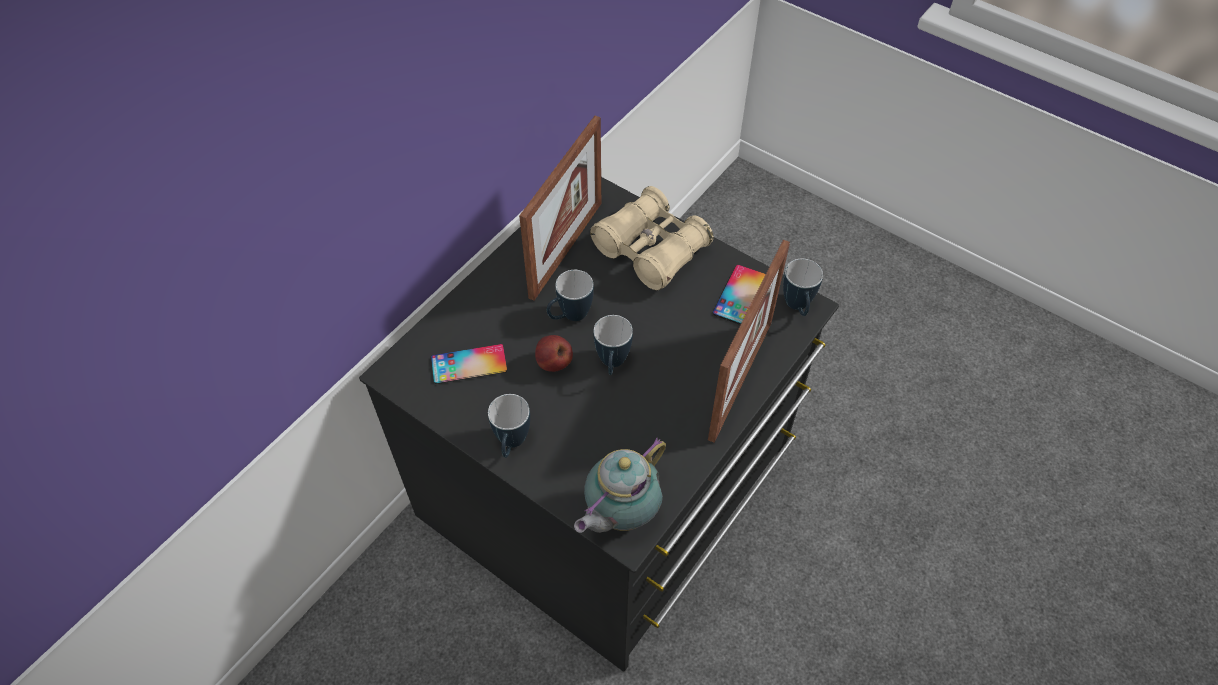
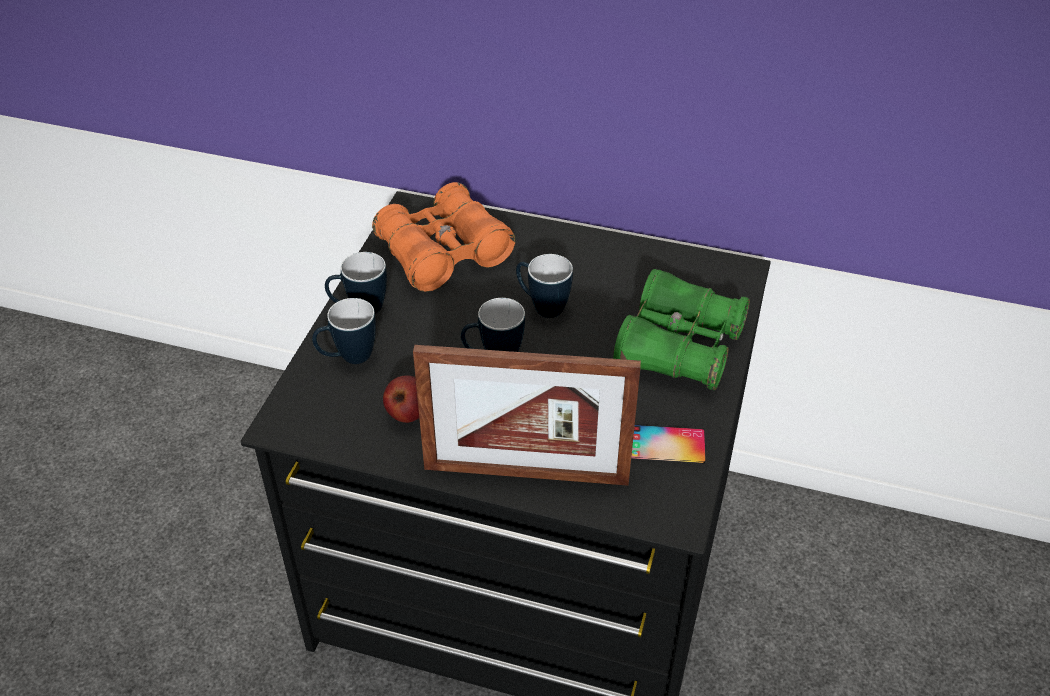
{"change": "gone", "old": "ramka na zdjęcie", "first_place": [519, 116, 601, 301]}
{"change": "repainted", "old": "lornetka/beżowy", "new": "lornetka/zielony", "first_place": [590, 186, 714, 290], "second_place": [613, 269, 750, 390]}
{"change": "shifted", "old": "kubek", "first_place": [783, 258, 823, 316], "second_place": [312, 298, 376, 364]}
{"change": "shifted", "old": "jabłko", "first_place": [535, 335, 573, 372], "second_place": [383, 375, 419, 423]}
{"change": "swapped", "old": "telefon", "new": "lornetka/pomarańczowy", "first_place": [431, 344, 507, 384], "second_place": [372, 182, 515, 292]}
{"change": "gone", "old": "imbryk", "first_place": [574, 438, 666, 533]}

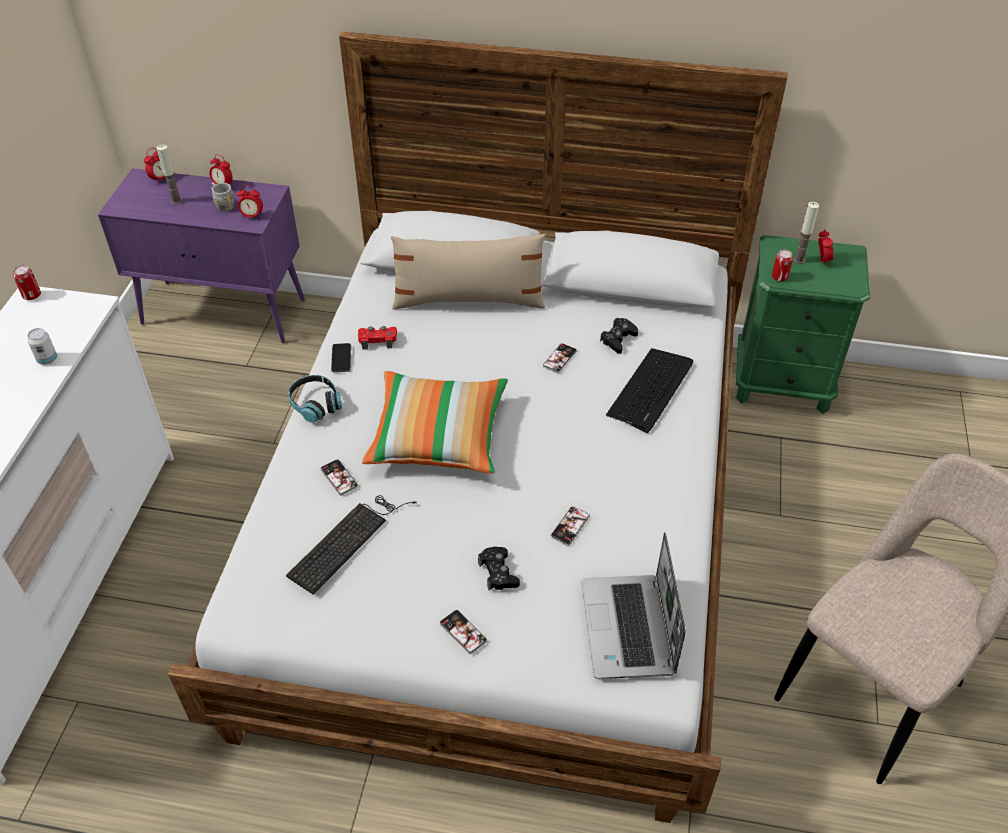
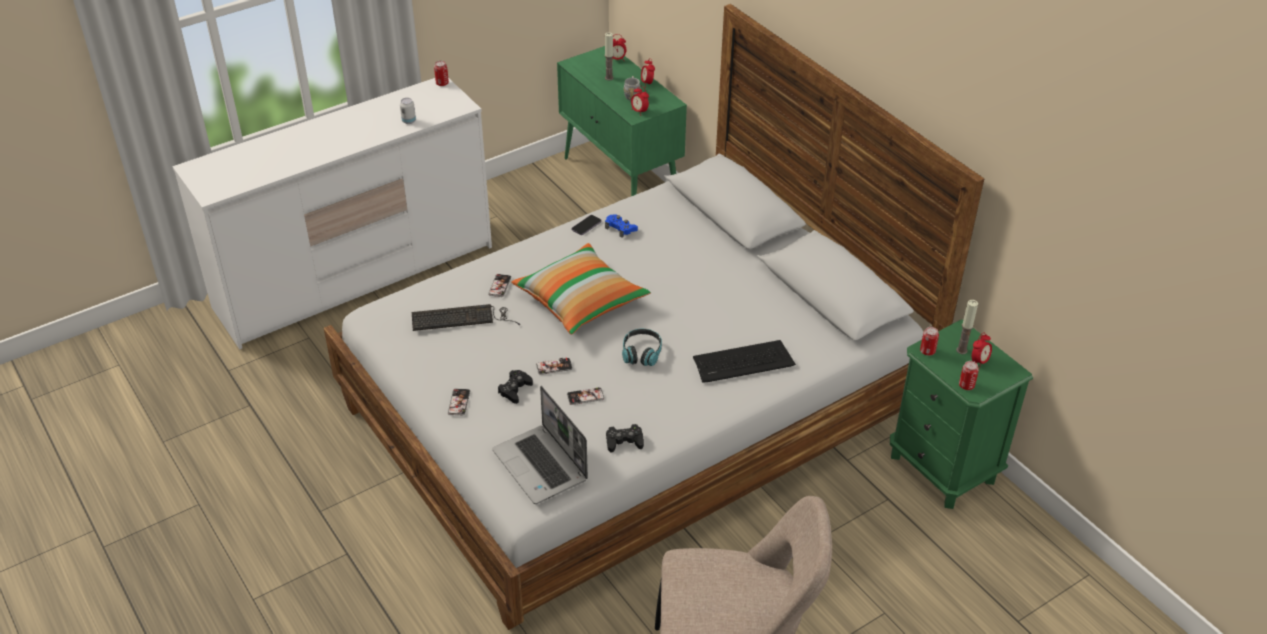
{"change": "repainted", "old": "szafka/fioletowy", "new": "szafka/zielony", "first_place": [98, 169, 305, 343], "second_place": [557, 46, 687, 196]}
{"change": "gone", "old": "poduszka/beżowy", "first_place": [391, 234, 546, 310]}
{"change": "shifted", "old": "pad do gier/czarny", "first_place": [600, 318, 638, 354], "second_place": [606, 424, 644, 452]}
{"change": "repainted", "old": "pad do gier/czerwony", "new": "pad do gier/niebieski", "first_place": [358, 326, 397, 349], "second_place": [605, 214, 638, 238]}
{"change": "shifted", "old": "telefon", "first_place": [543, 343, 577, 373], "second_place": [536, 357, 573, 375]}
{"change": "shifted", "old": "słuchawki", "first_place": [288, 375, 342, 423], "second_place": [622, 329, 662, 366]}
{"change": "rotated", "old": "laptop", "first_place": [582, 532, 686, 679], "second_place": [492, 386, 588, 504], "degrees": -75}
{"change": "new", "new": "puszka", "second_place": [959, 361, 979, 390]}

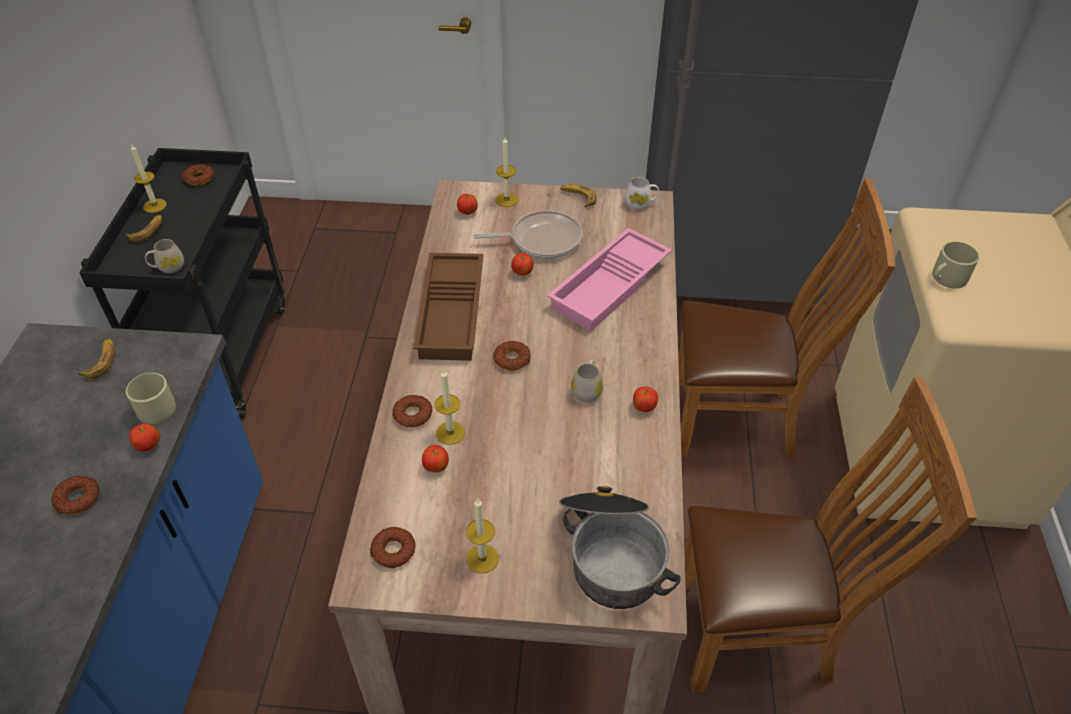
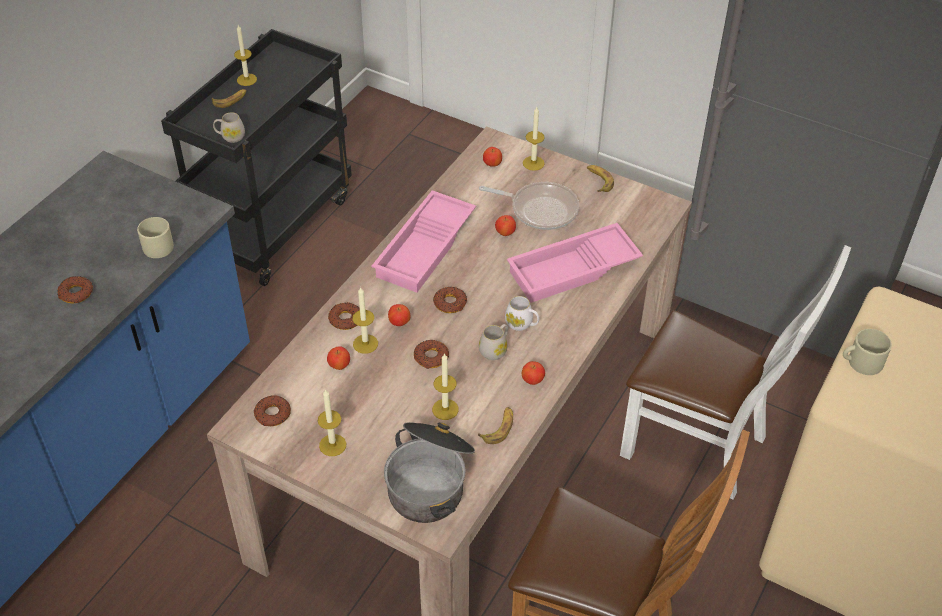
{"change": "shifted", "old": "donut", "first_place": [183, 164, 214, 185], "second_place": [414, 340, 449, 369]}
{"change": "shifted", "old": "kubek/biały", "first_place": [625, 177, 659, 210], "second_place": [505, 296, 539, 331]}
{"change": "repainted", "old": "krzesło/brązowy", "new": "krzesło/biały", "first_place": [678, 178, 895, 458], "second_place": [620, 245, 851, 499]}
{"change": "repainted", "old": "taca/brązowy", "new": "taca/różowy", "first_place": [414, 253, 484, 361], "second_place": [372, 190, 476, 293]}
{"change": "shifted", "old": "banan", "first_place": [78, 339, 115, 379], "second_place": [478, 407, 513, 444]}
{"change": "shifted", "old": "jabłko", "first_place": [129, 423, 160, 451], "second_place": [388, 304, 411, 326]}
{"change": "new", "new": "świeca", "second_place": [432, 353, 459, 420]}

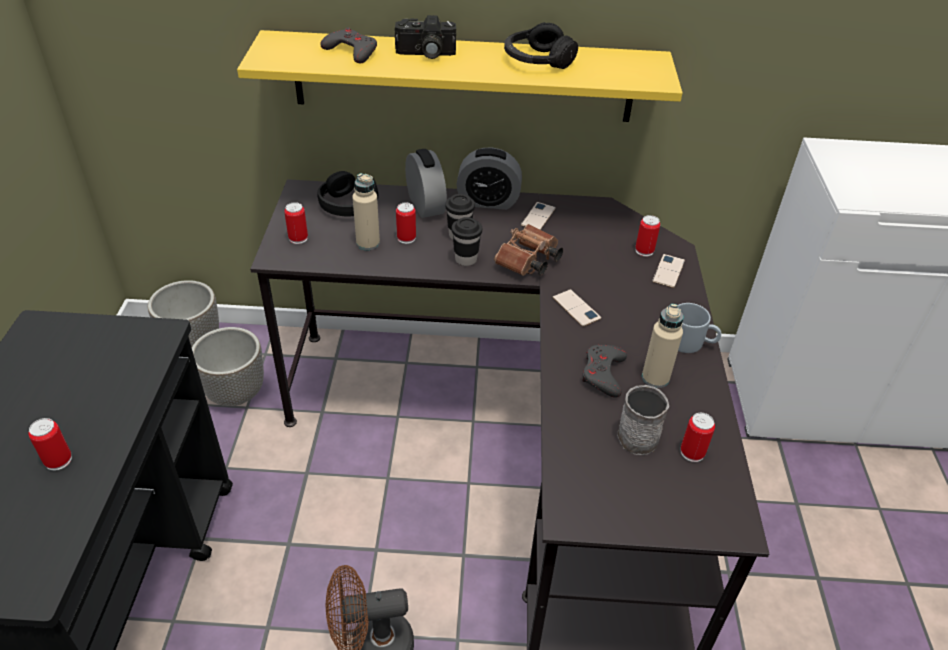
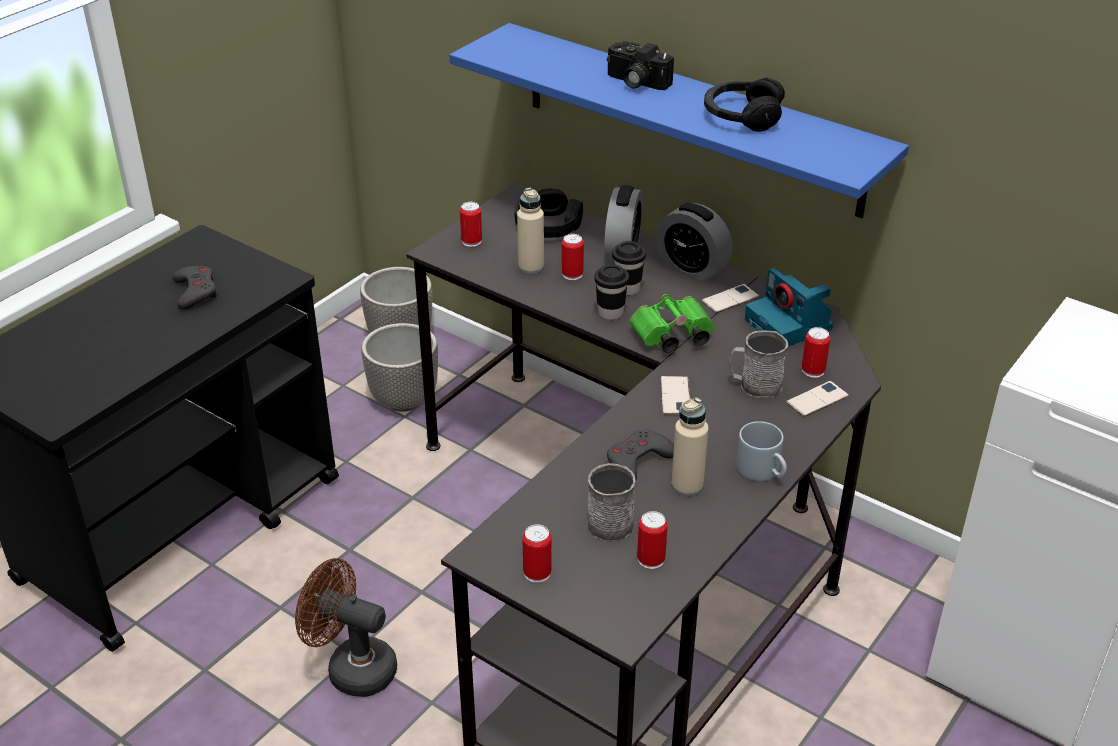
{"change": "shifted", "old": "pad do gier/szary", "first_place": [320, 28, 377, 64], "second_place": [172, 266, 217, 310]}
{"change": "repainted", "old": "półka/żółty", "new": "półka/niebieski", "first_place": [237, 30, 683, 122], "second_place": [449, 23, 909, 218]}
{"change": "repainted", "old": "lornetka/brązowy", "new": "lornetka/zielony", "first_place": [494, 224, 563, 276], "second_place": [629, 294, 715, 353]}
{"change": "shifted", "old": "puszka", "first_place": [28, 418, 72, 471], "second_place": [522, 524, 552, 583]}
{"change": "new", "new": "aparat fotograficzny", "second_place": [745, 268, 833, 346]}
{"change": "new", "new": "kubek/szary", "second_place": [729, 331, 788, 398]}

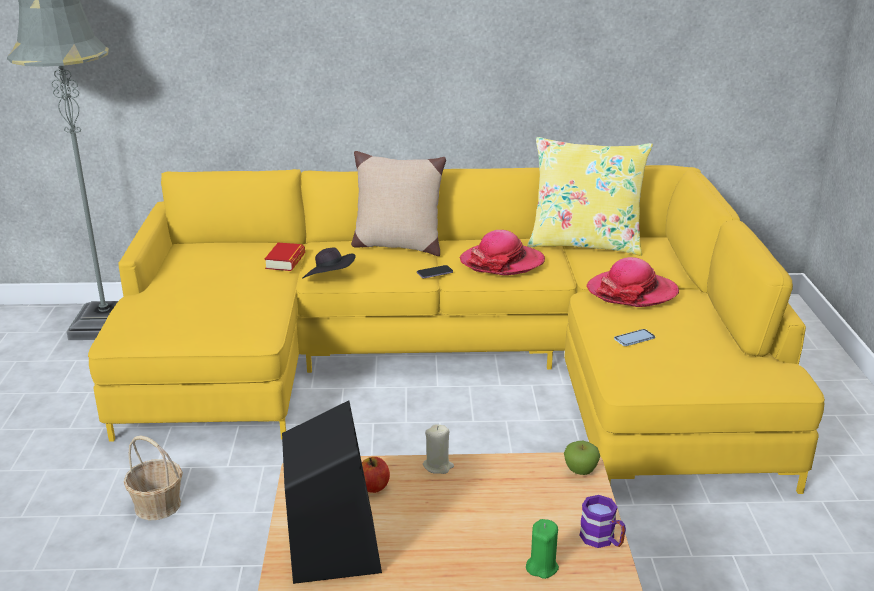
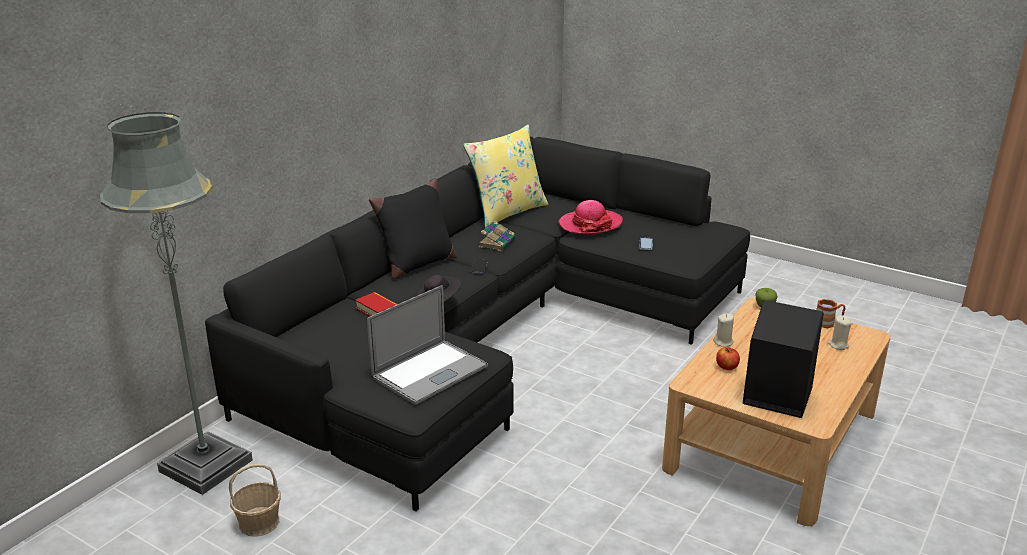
{"change": "repainted", "old": "poduszka/beżowy", "new": "poduszka/czarny", "first_place": [351, 151, 446, 256], "second_place": [369, 178, 457, 280]}
{"change": "repainted", "old": "kanapa/żółty", "new": "kanapa/czarny", "first_place": [88, 165, 825, 494], "second_place": [205, 136, 750, 511]}
{"change": "swapped", "old": "kapelusz", "new": "książka", "first_place": [459, 230, 545, 275], "second_place": [478, 220, 516, 252]}
{"change": "shifted", "old": "koszyk", "first_place": [124, 436, 183, 520], "second_place": [229, 464, 281, 537]}
{"change": "repainted", "old": "kubek/fioletowy", "new": "kubek/brązowy", "first_place": [579, 495, 626, 548], "second_place": [816, 299, 846, 328]}
{"change": "repainted", "old": "świeca/zielony", "new": "świeca/beżowy", "first_place": [526, 519, 559, 579], "second_place": [828, 315, 852, 350]}
{"change": "new", "new": "laptop", "second_place": [367, 285, 488, 405]}

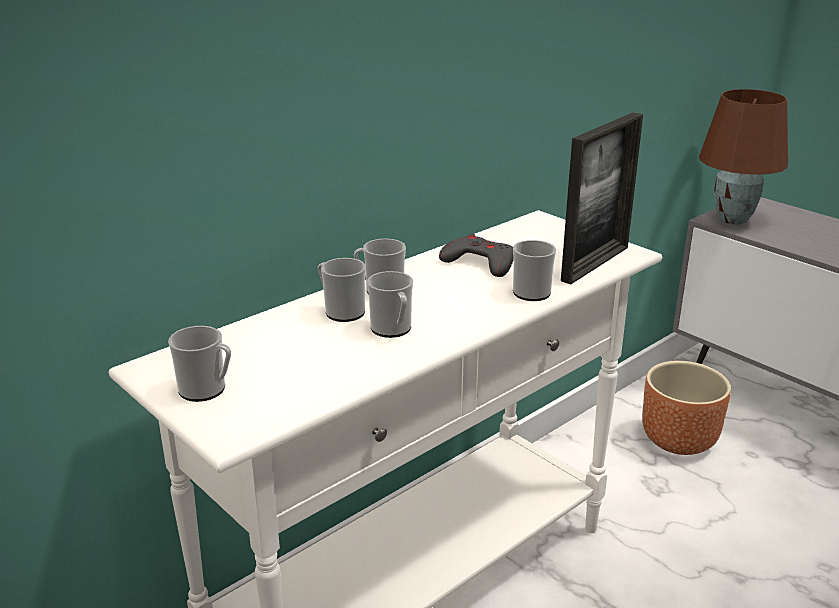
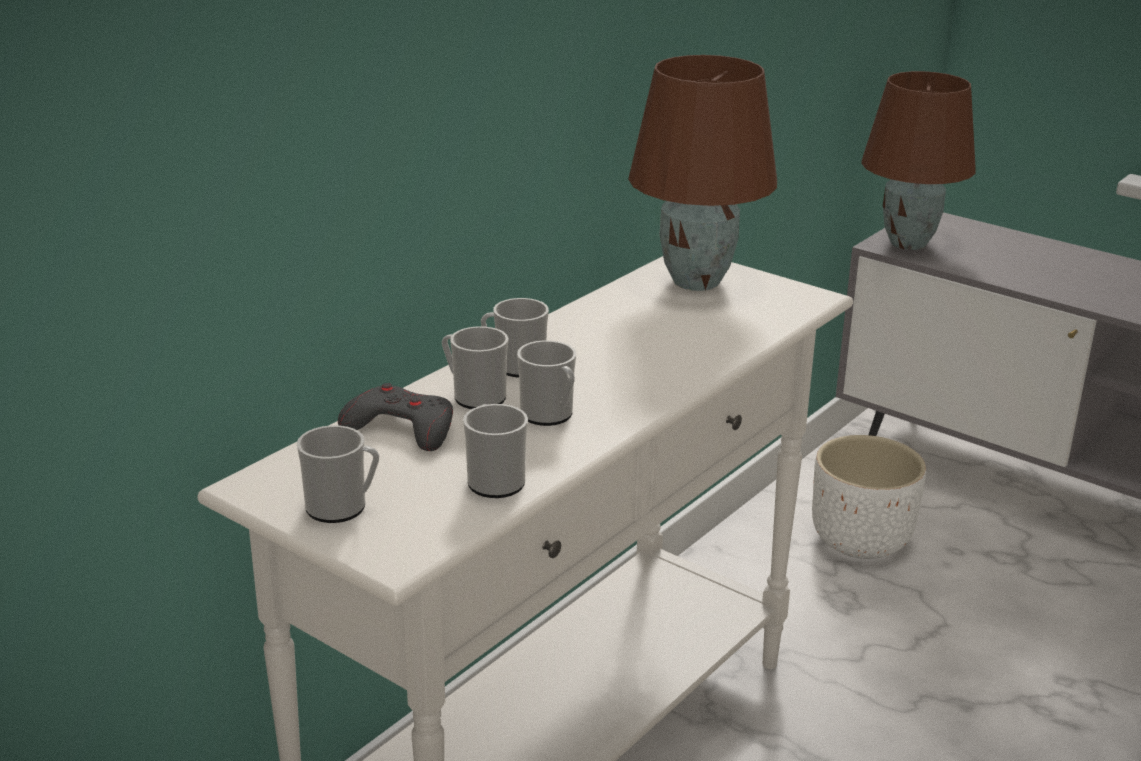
{"change": "gone", "old": "ramka na zdjęcie", "first_place": [561, 112, 643, 284]}
{"change": "shifted", "old": "pad do gier/szary", "first_place": [439, 234, 514, 277], "second_place": [338, 383, 453, 451]}
{"change": "shifted", "old": "kubek", "first_place": [513, 240, 556, 301], "second_place": [463, 404, 528, 498]}
{"change": "repainted", "old": "donica/brązowy", "new": "donica/biały", "first_place": [642, 361, 731, 455], "second_place": [812, 435, 926, 559]}
{"change": "new", "new": "lampa stołowa/brązowy", "second_place": [628, 55, 777, 291]}

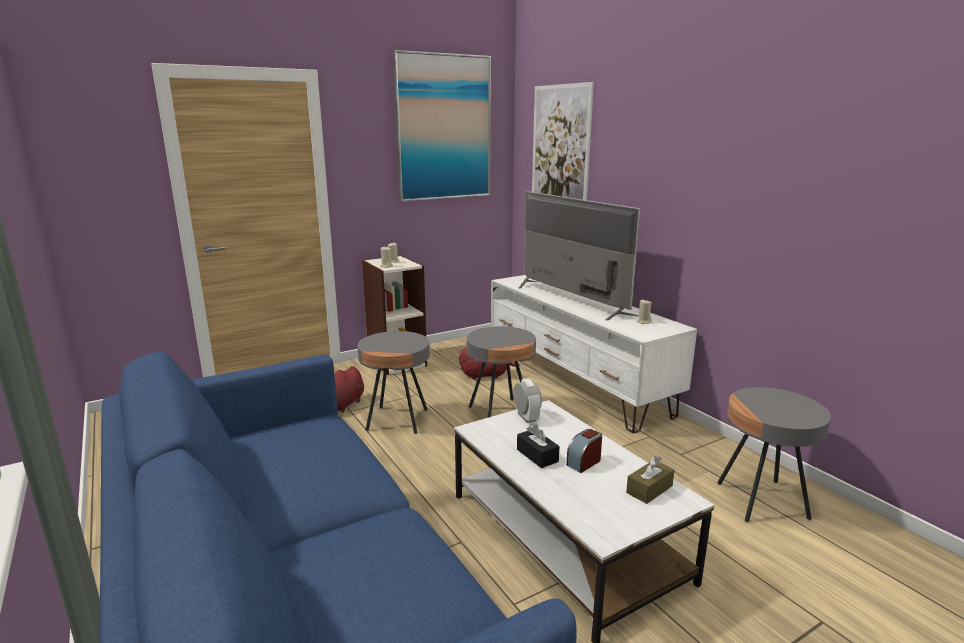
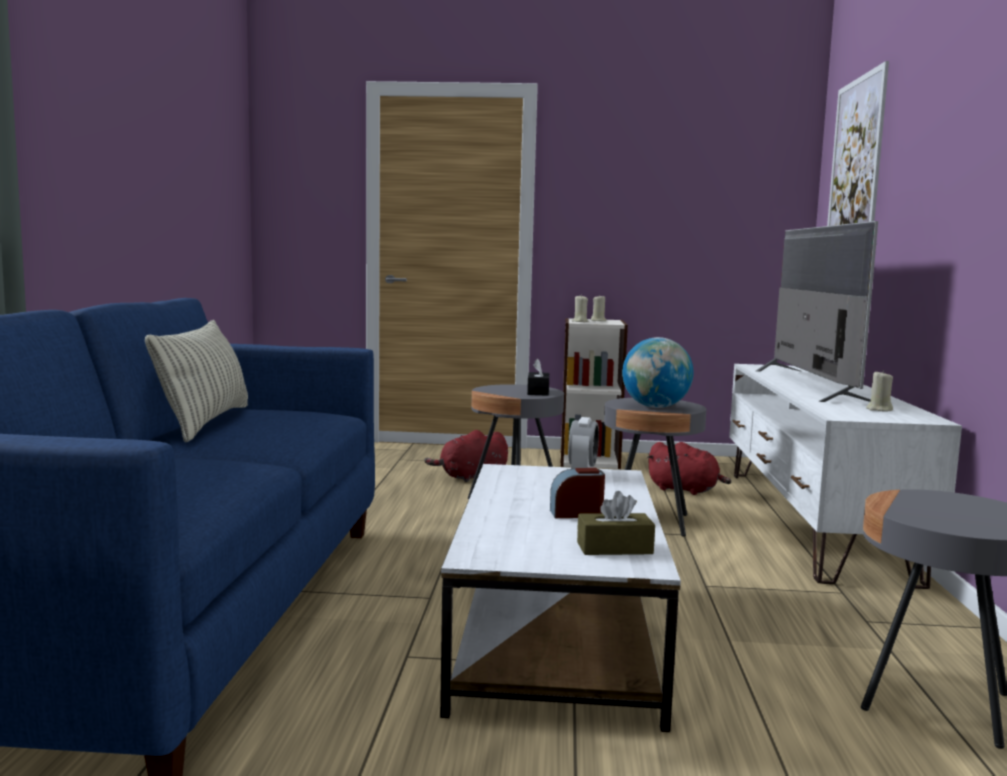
{"change": "gone", "old": "obraz", "first_place": [393, 50, 491, 202]}
{"change": "shifted", "old": "pudełko chusteczek/czarny", "first_place": [517, 424, 560, 468], "second_place": [527, 358, 549, 396]}
{"change": "new", "new": "poduszka", "second_place": [145, 320, 248, 442]}
{"change": "new", "new": "globus", "second_place": [622, 337, 694, 408]}

